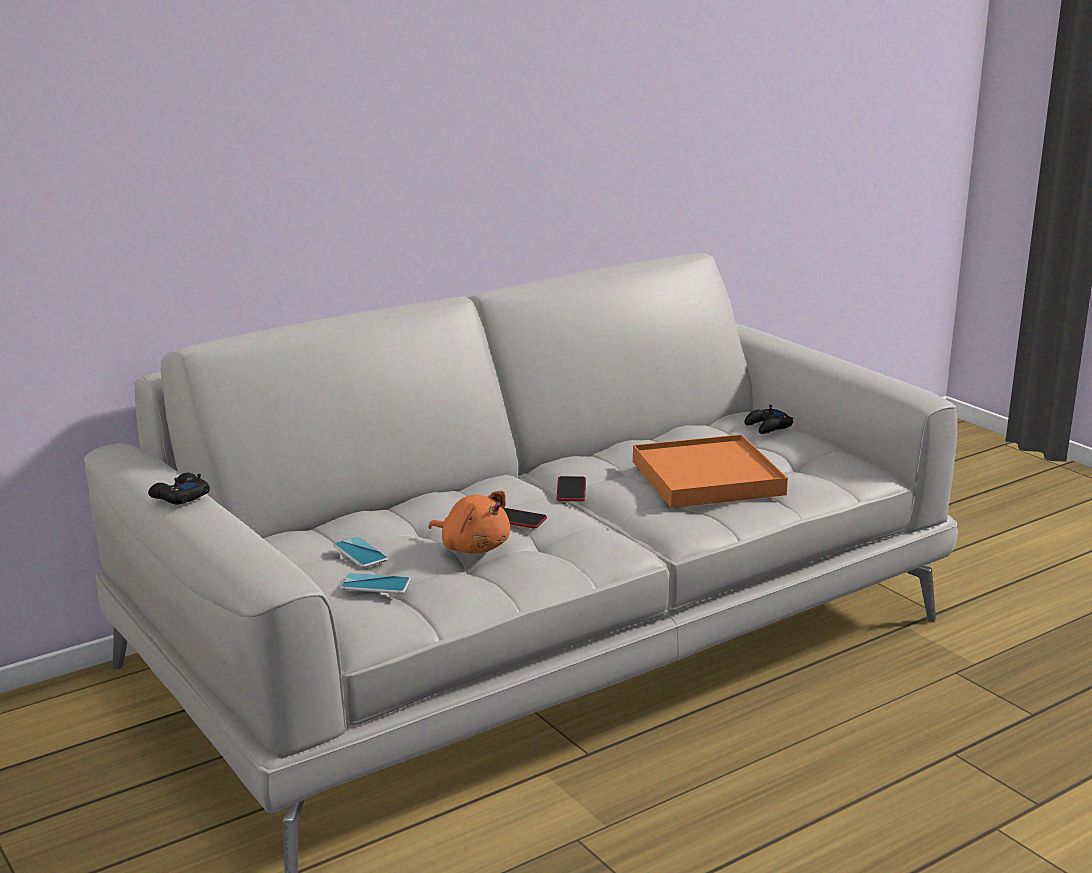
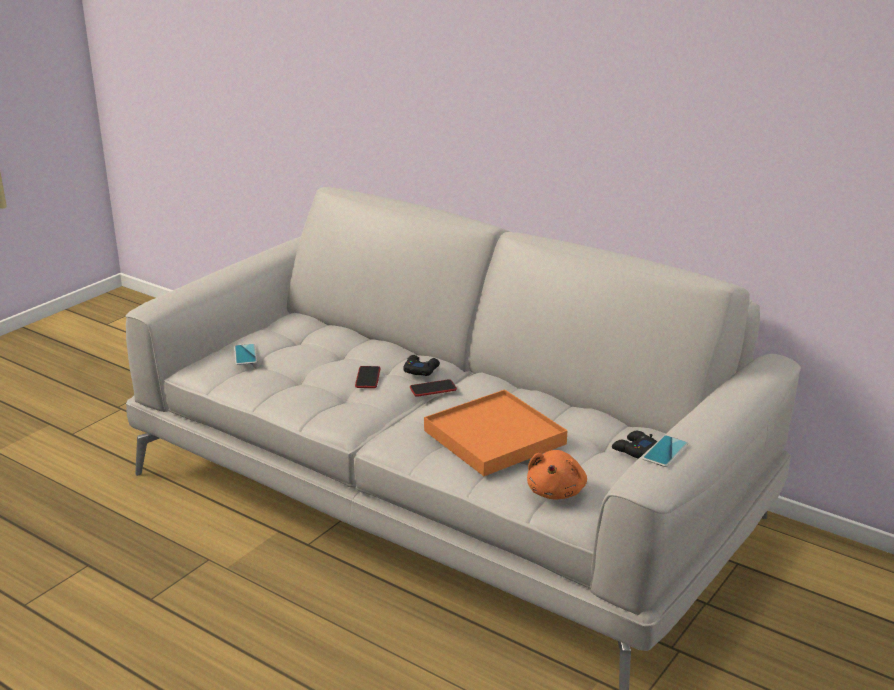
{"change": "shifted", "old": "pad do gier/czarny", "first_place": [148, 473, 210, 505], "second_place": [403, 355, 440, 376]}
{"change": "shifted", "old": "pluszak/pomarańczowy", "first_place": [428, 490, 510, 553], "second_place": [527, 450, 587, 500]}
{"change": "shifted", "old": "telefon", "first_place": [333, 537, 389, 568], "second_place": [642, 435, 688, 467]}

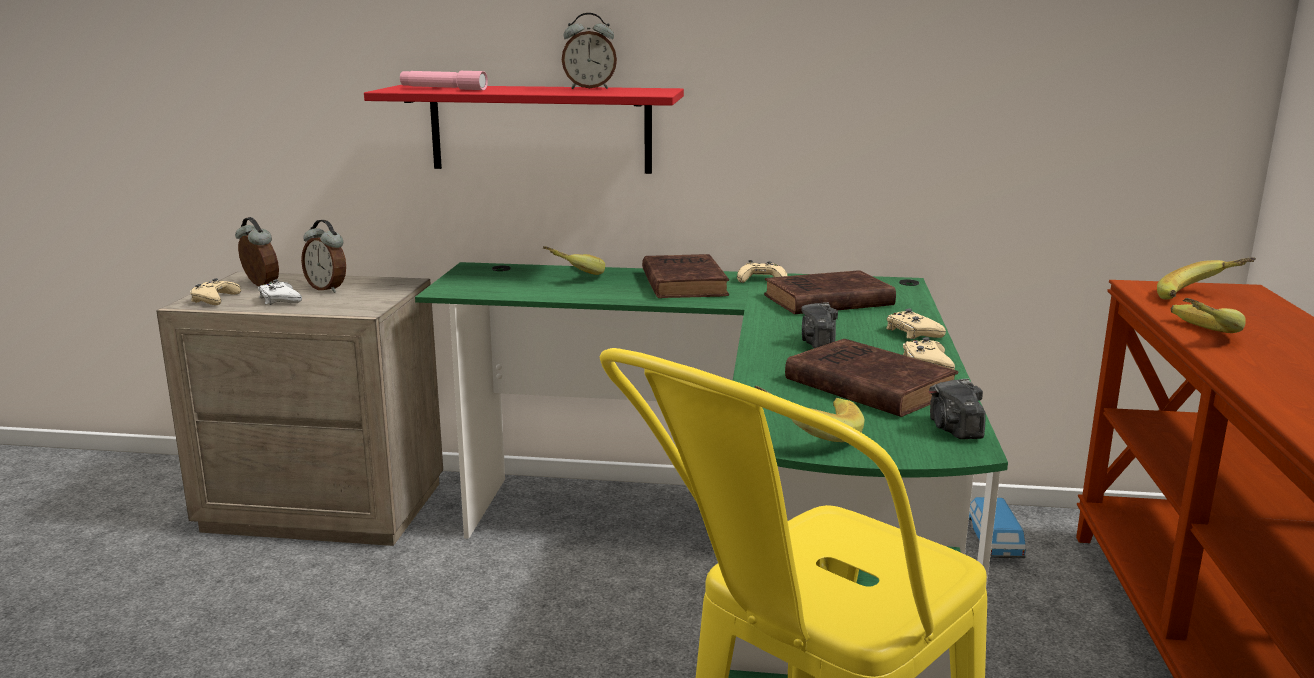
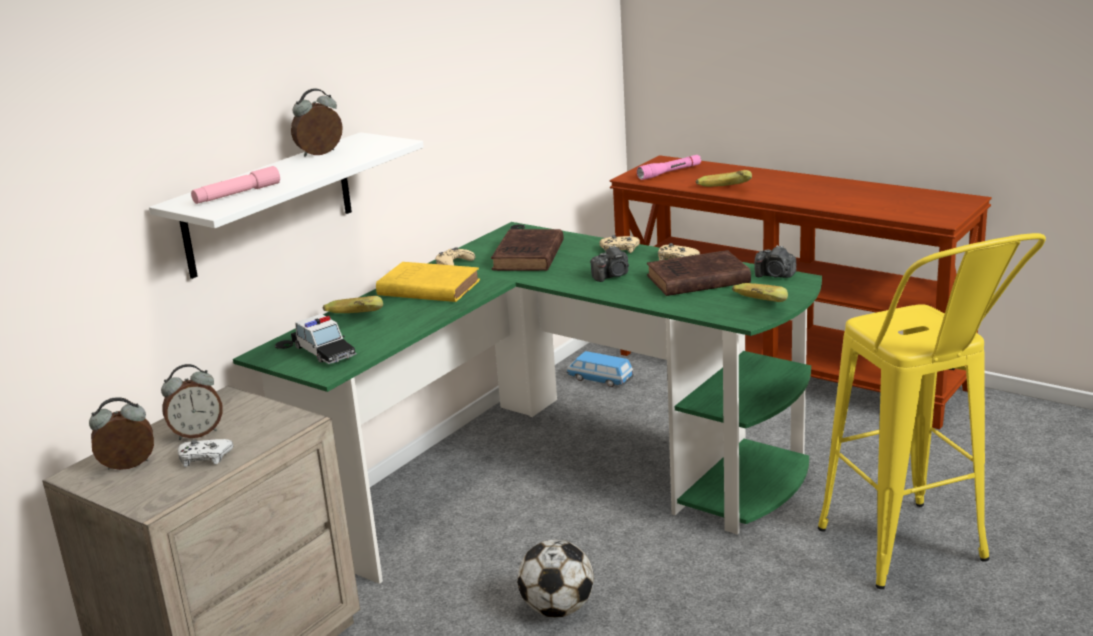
{"change": "rotated", "old": "budzik", "first_place": [562, 13, 617, 89], "second_place": [291, 88, 343, 157], "degrees": -150}
{"change": "repainted", "old": "półka/czerwony", "new": "półka/biały", "first_place": [364, 85, 684, 174], "second_place": [149, 132, 424, 279]}
{"change": "repainted", "old": "książka/brązowy", "new": "książka/żółty", "first_place": [642, 254, 729, 298], "second_place": [376, 262, 480, 302]}
{"change": "swapped", "old": "banan", "new": "latarka/różowy", "first_place": [1157, 257, 1256, 300], "second_place": [637, 155, 701, 180]}
{"change": "gone", "old": "pad do gier/beżowy", "first_place": [190, 278, 241, 305]}
{"change": "rotated", "old": "aparat fotograficzny", "first_place": [801, 302, 838, 348], "second_place": [590, 245, 629, 282], "degrees": -60}
{"change": "new", "new": "samochodzik", "second_place": [291, 314, 357, 364]}
{"change": "new", "new": "piłka futbolowa", "second_place": [517, 540, 594, 618]}

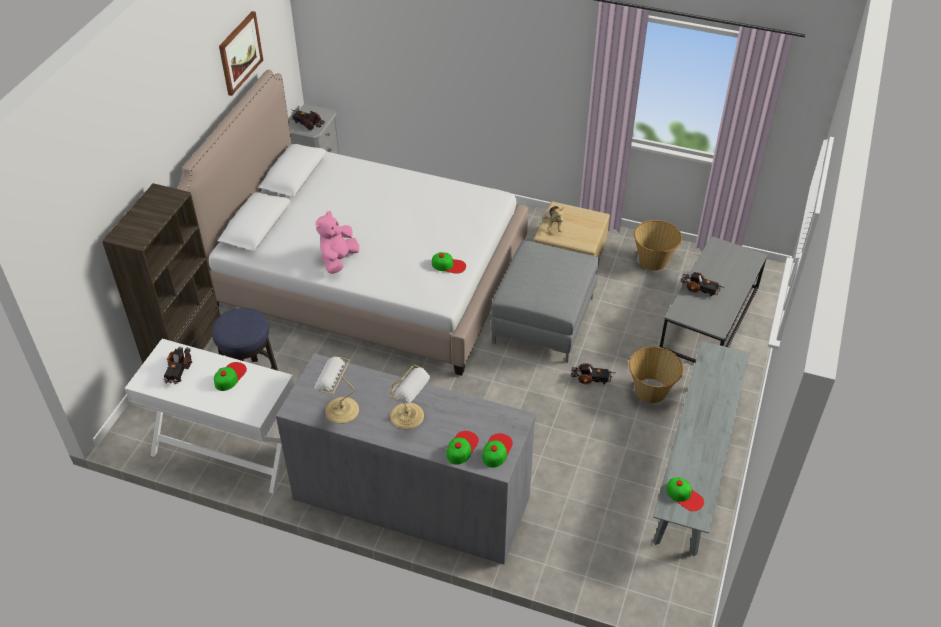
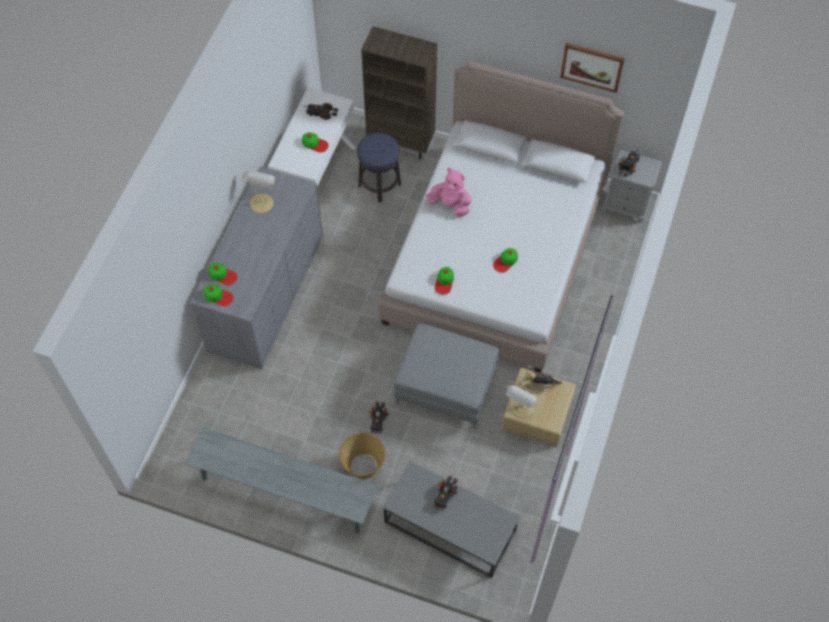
{"change": "gone", "old": "koszyk", "first_place": [634, 220, 682, 271]}
{"change": "shifted", "old": "lampa stołowa", "first_place": [388, 364, 430, 430], "second_place": [506, 381, 541, 418]}
{"change": "shifted", "old": "czapka z daszkiem", "first_place": [666, 477, 704, 511], "second_place": [493, 248, 518, 273]}

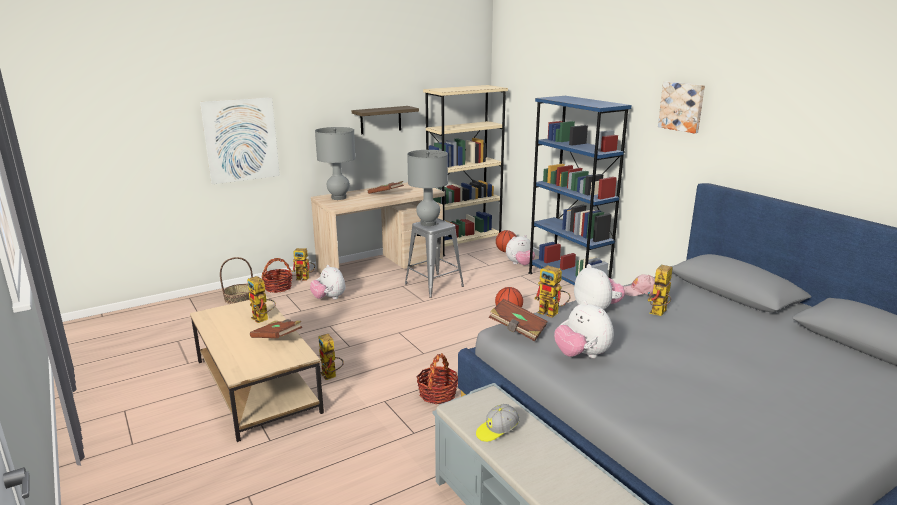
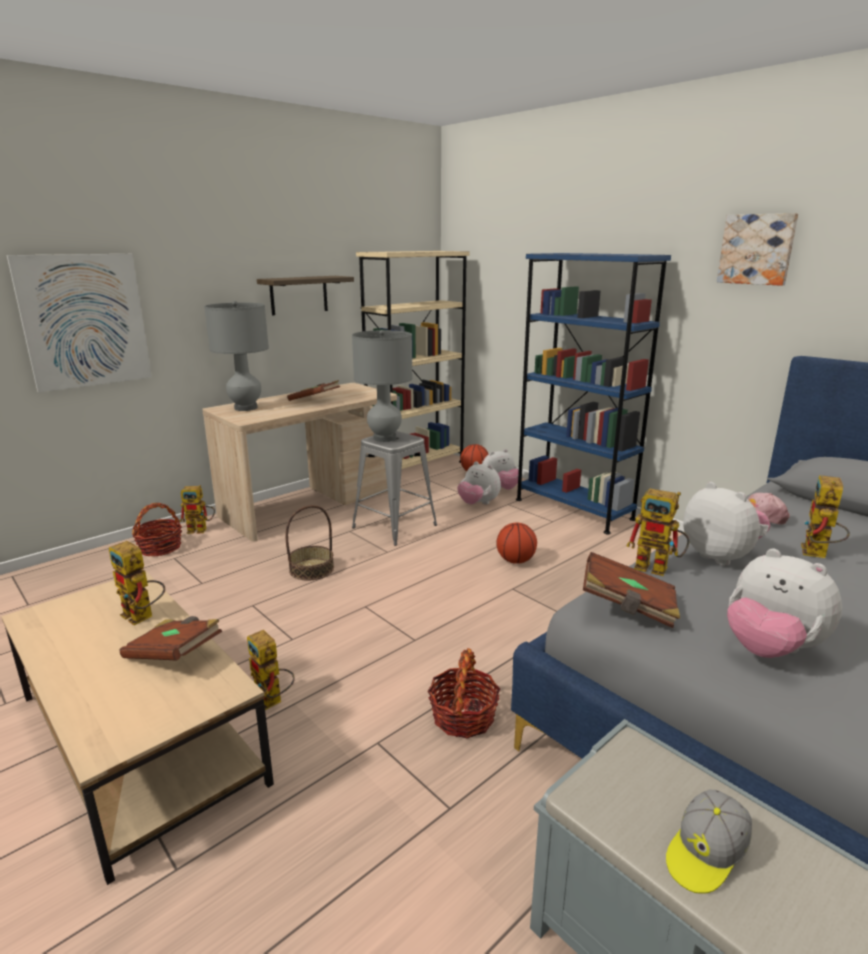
{"change": "shifted", "old": "koszyk", "first_place": [220, 257, 253, 304], "second_place": [285, 505, 334, 581]}
{"change": "shifted", "old": "pluszak", "first_place": [310, 265, 346, 300], "second_place": [458, 461, 501, 505]}

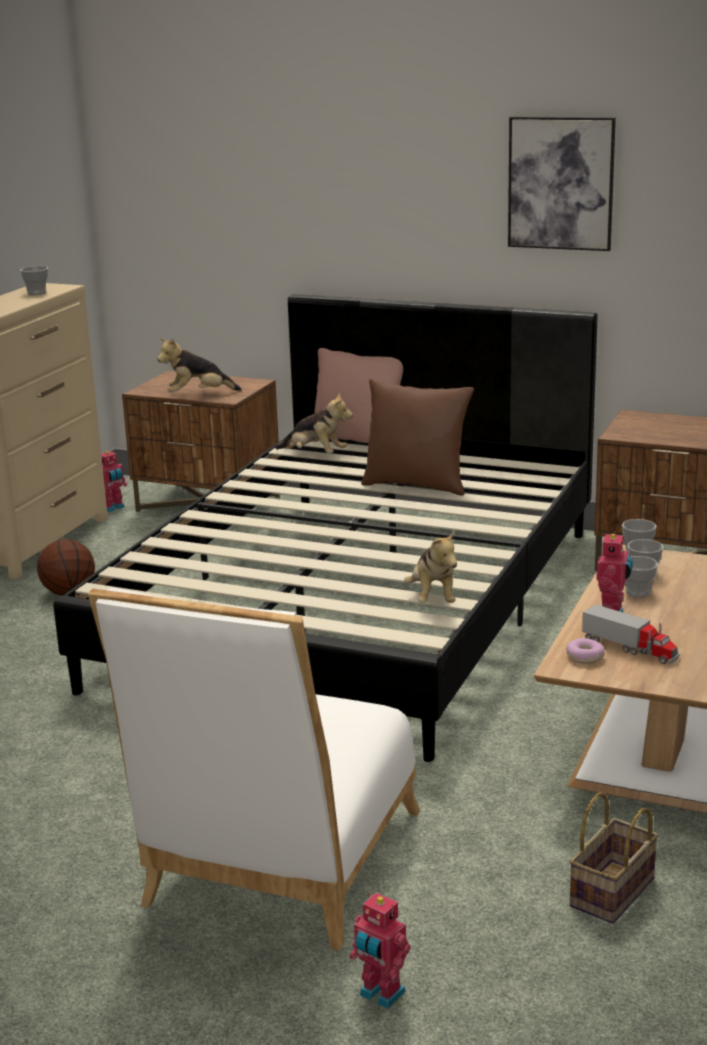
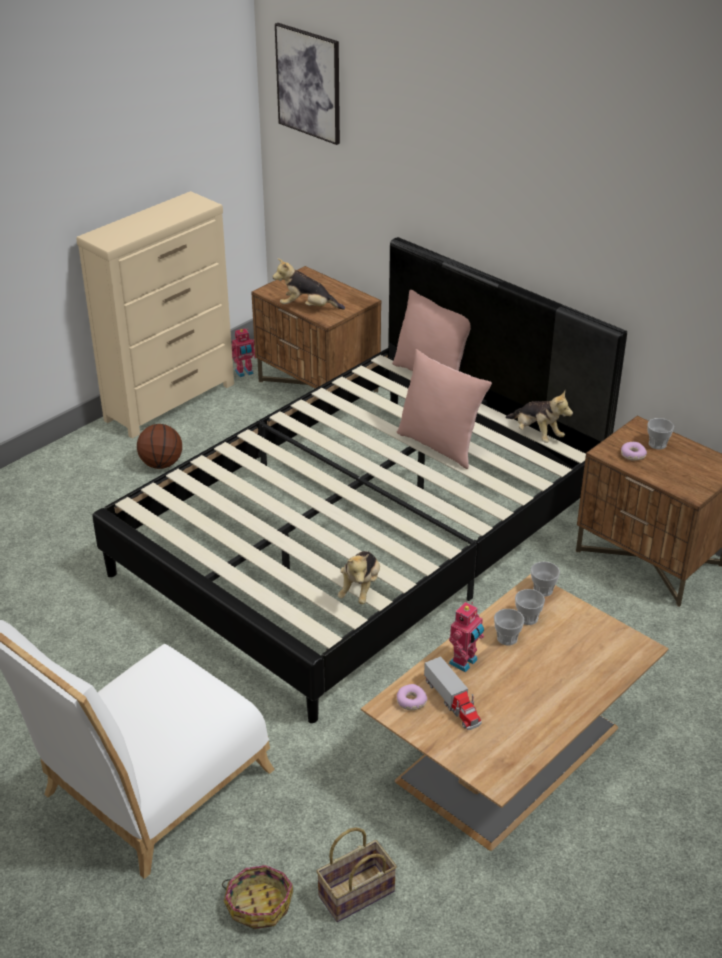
{"change": "shifted", "old": "obraz", "first_place": [508, 117, 616, 251], "second_place": [275, 23, 340, 145]}
{"change": "shifted", "old": "filiżanka", "first_place": [20, 266, 48, 295], "second_place": [647, 418, 674, 449]}
{"change": "repainted", "old": "poduszka/brązowy", "new": "poduszka/różowy", "first_place": [361, 379, 474, 496], "second_place": [397, 349, 492, 469]}
{"change": "shifted", "old": "pluszak", "first_place": [276, 392, 353, 453], "second_place": [505, 391, 573, 443]}
{"change": "gone", "old": "robot zabawkowy", "first_place": [350, 893, 411, 1009]}
{"change": "new", "new": "donut", "second_place": [621, 442, 647, 461]}
{"change": "new", "new": "koszyk", "second_place": [222, 865, 293, 929]}

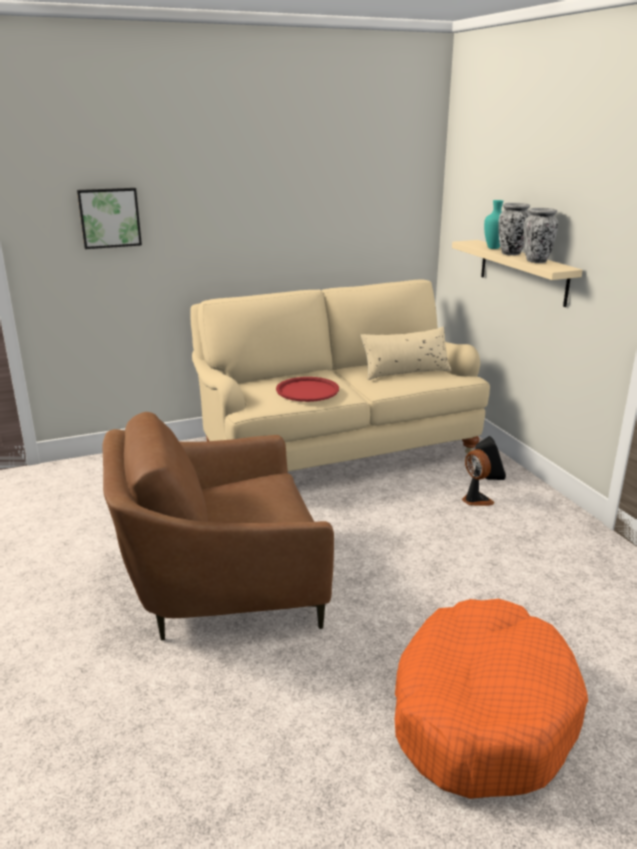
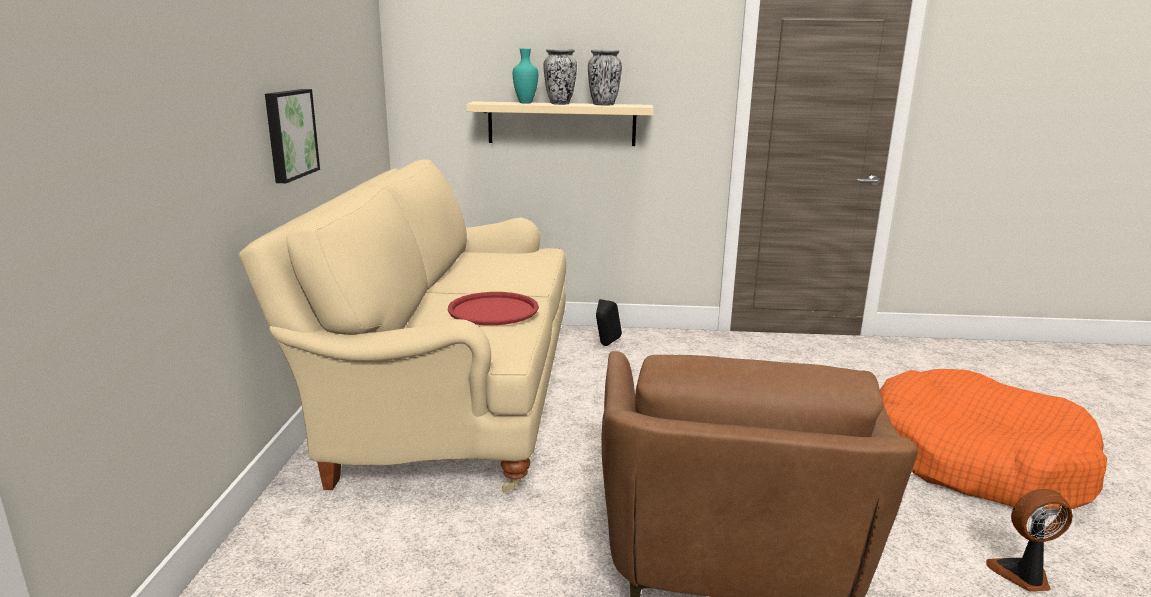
{"change": "shifted", "old": "obraz", "first_place": [77, 188, 142, 249], "second_place": [265, 89, 320, 183]}
{"change": "gone", "old": "poduszka/beżowy", "first_place": [361, 327, 451, 380]}
{"change": "shifted", "old": "wentylator", "first_place": [461, 449, 495, 506], "second_place": [986, 489, 1073, 591]}

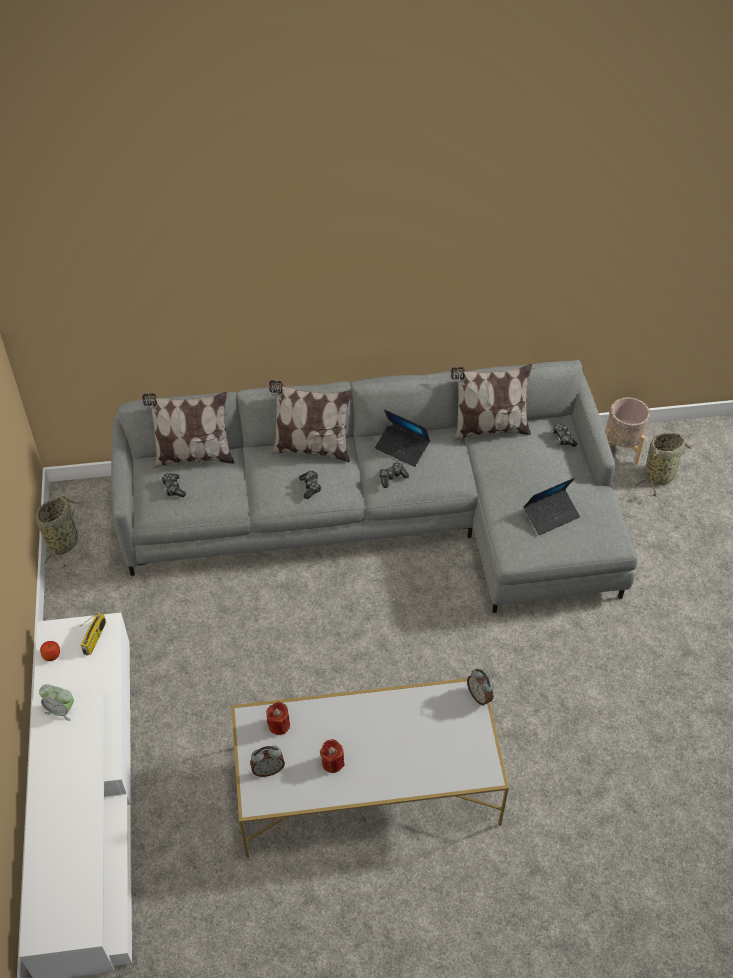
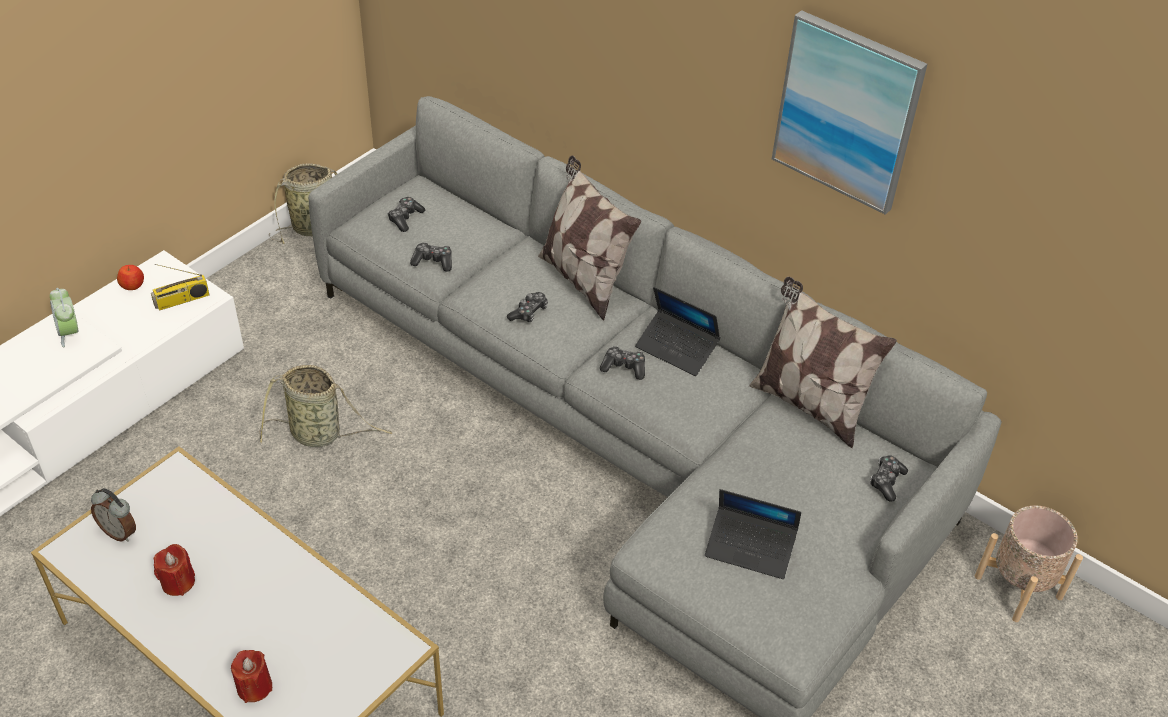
{"change": "gone", "old": "poduszka", "first_place": [142, 392, 234, 468]}
{"change": "rotated", "old": "laptop", "first_place": [375, 410, 430, 467], "second_place": [635, 287, 721, 376], "degrees": -45}
{"change": "shifted", "old": "koszyk", "first_place": [635, 432, 695, 497], "second_place": [260, 365, 392, 447]}
{"change": "gone", "old": "budzik", "first_place": [467, 668, 494, 706]}
{"change": "shifted", "old": "świeca/czerwony", "first_place": [266, 702, 290, 735], "second_place": [231, 650, 272, 703]}
{"change": "new", "new": "obraz", "second_place": [772, 10, 927, 215]}
{"change": "new", "new": "pad do gier", "second_place": [410, 242, 452, 272]}

